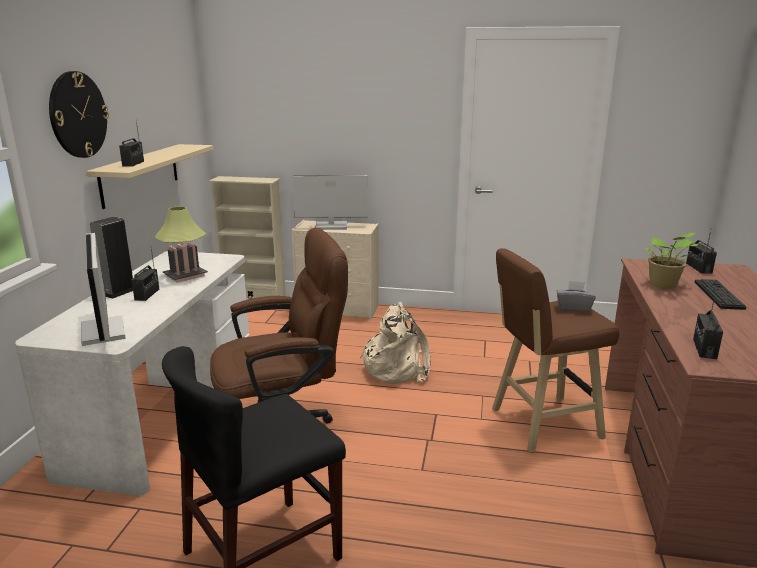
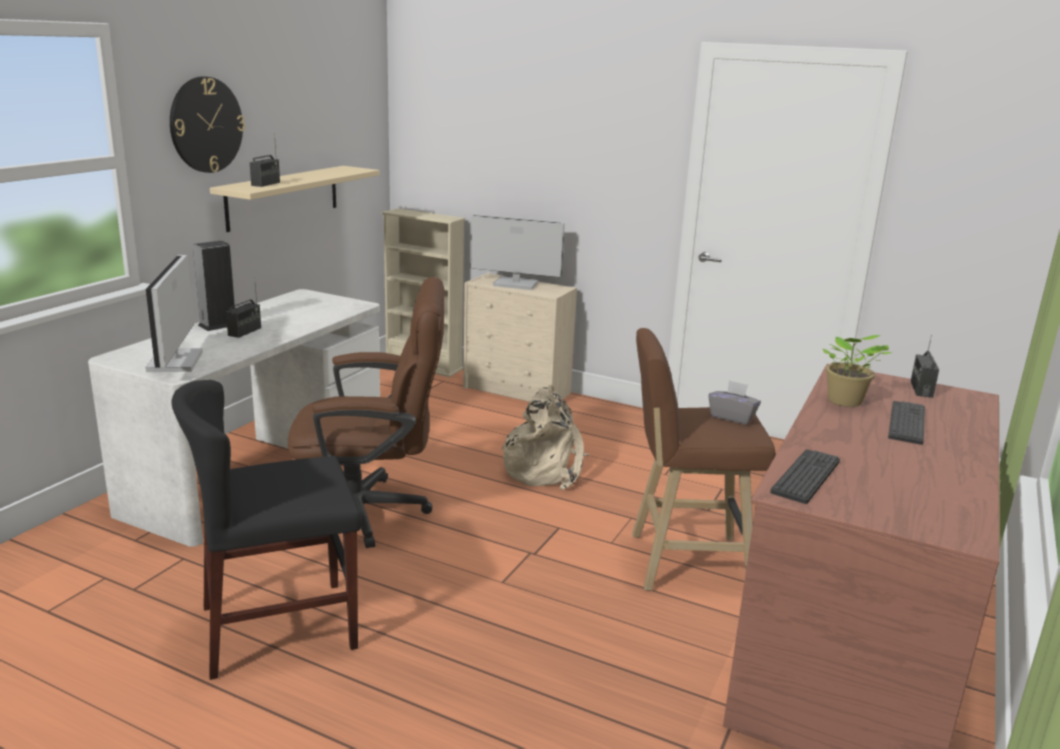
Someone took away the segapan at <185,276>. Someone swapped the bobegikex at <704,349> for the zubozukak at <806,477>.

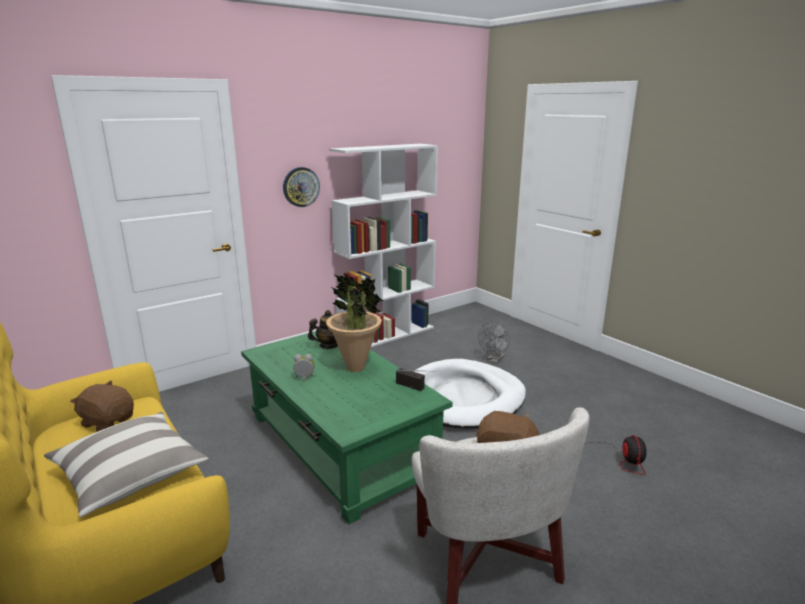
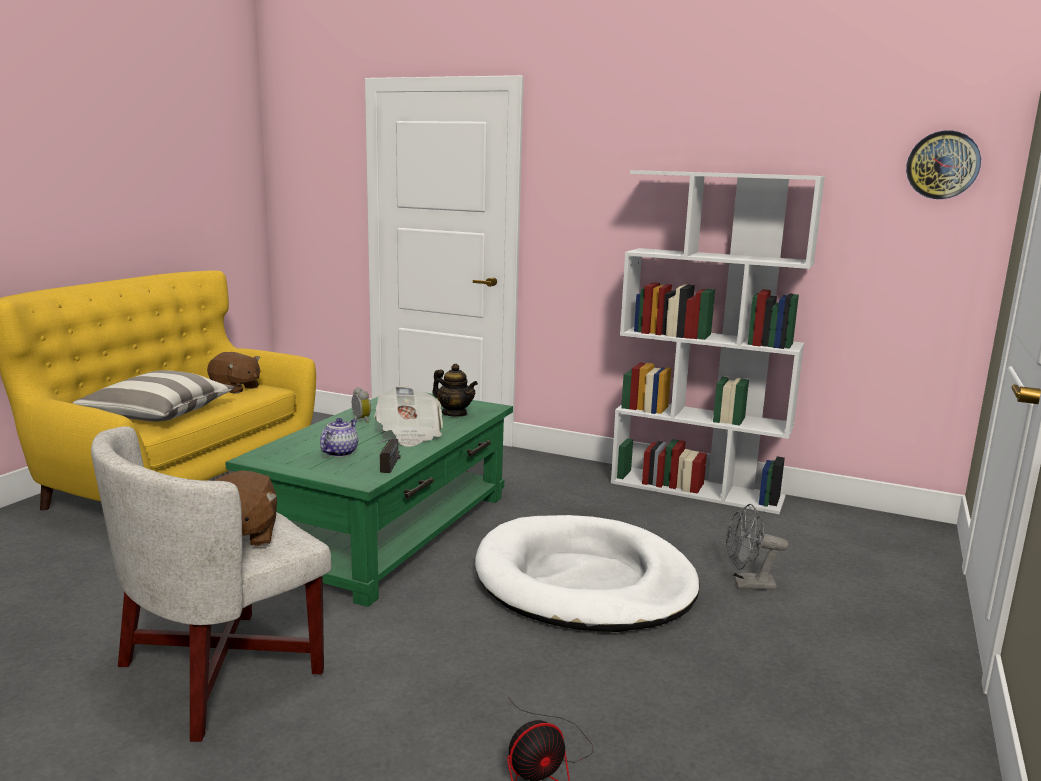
Someone carried the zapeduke from <301,187> to <942,165>. Someone swapped the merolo at <356,368> for the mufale at <409,434>. Someone rotated the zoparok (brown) at <108,421> by 120 degrees clockwise. Someone put down the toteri at <339,452>.

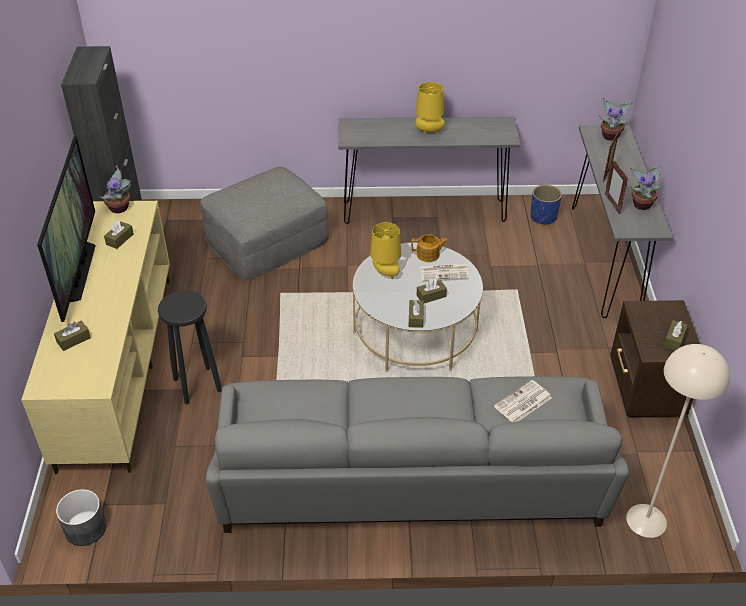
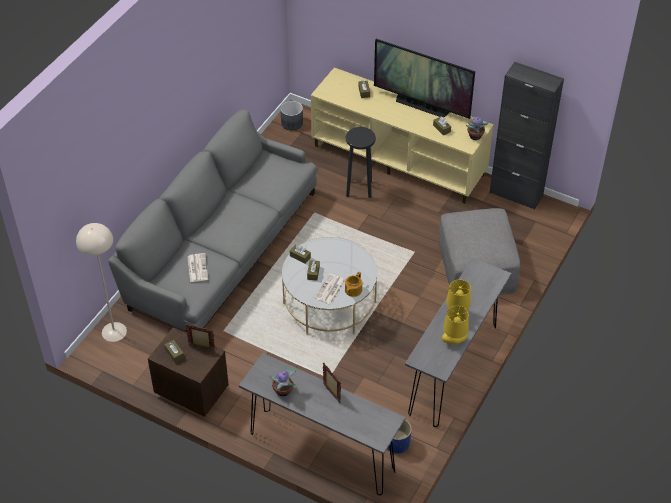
Someone took away the merolo at <610,135>. Someone carried the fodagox from <612,204> to <202,349>. Someone carried the segapan (yellow) from <385,274> to <454,342>.

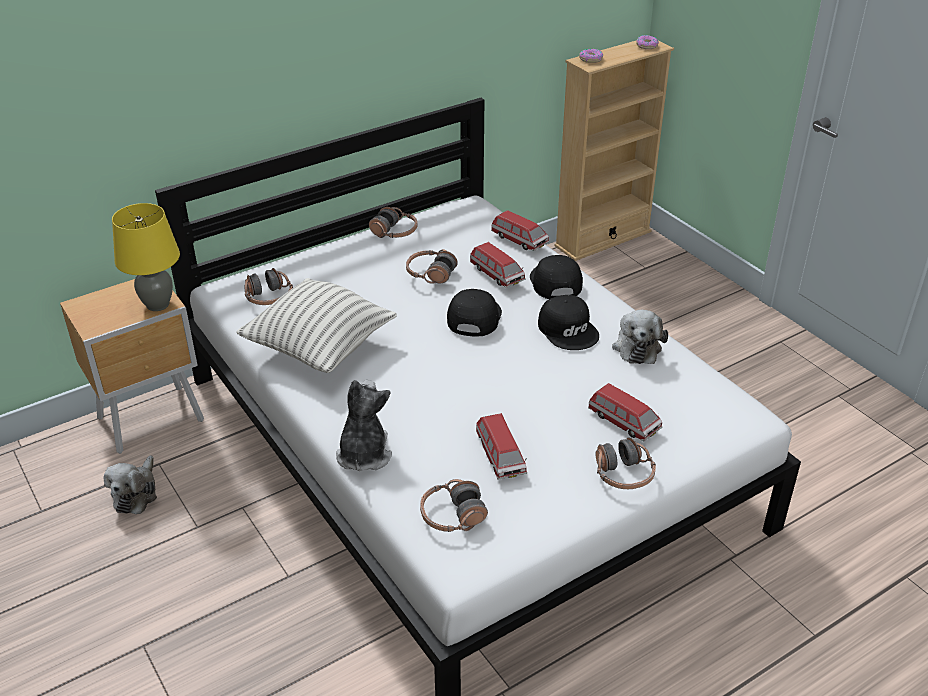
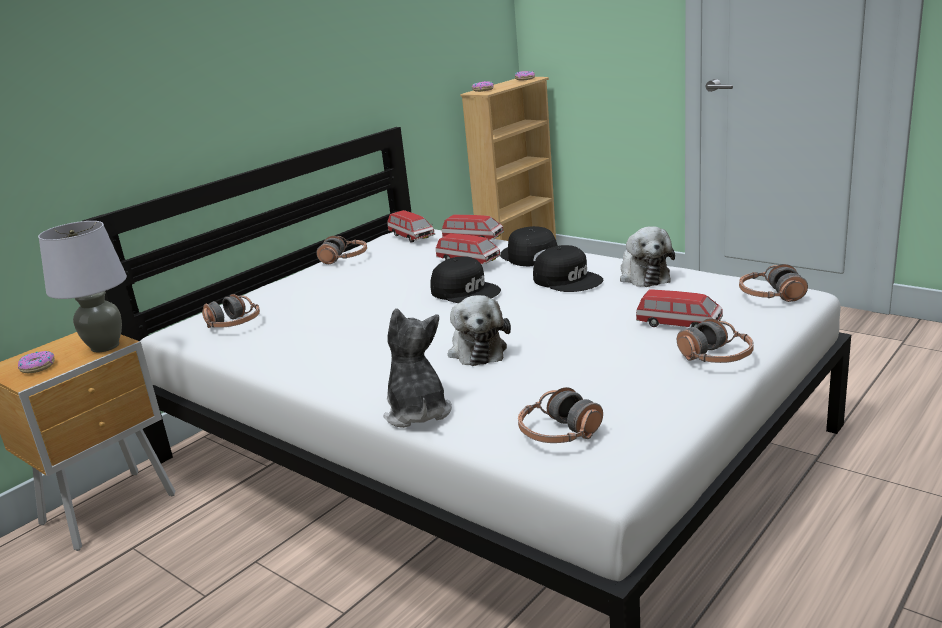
Someone repainted the segapan (yellow) at <157,304>, which became the segapan (grey) at <105,346>. Someone carried the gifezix from <430,274> to <771,296>. Someone took away the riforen at <320,349>. Someone rotated the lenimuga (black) at <473,317> by 135 degrees clockwise. Someone carried the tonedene from <500,456> to <411,237>. Someone carried the zoparok from <136,493> to <477,350>. Someone put down the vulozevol at <37,367>.

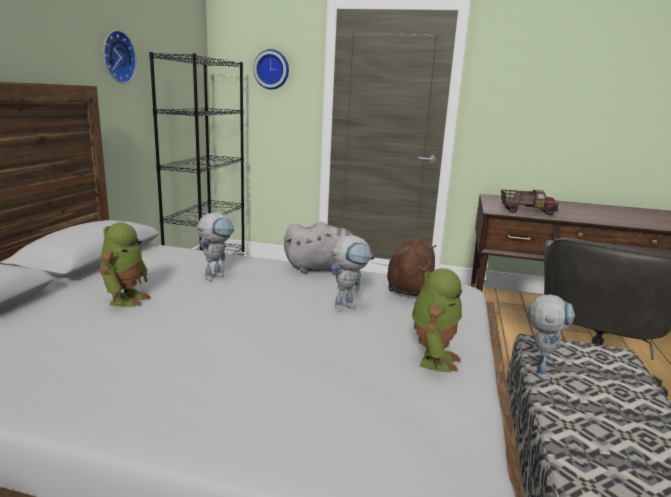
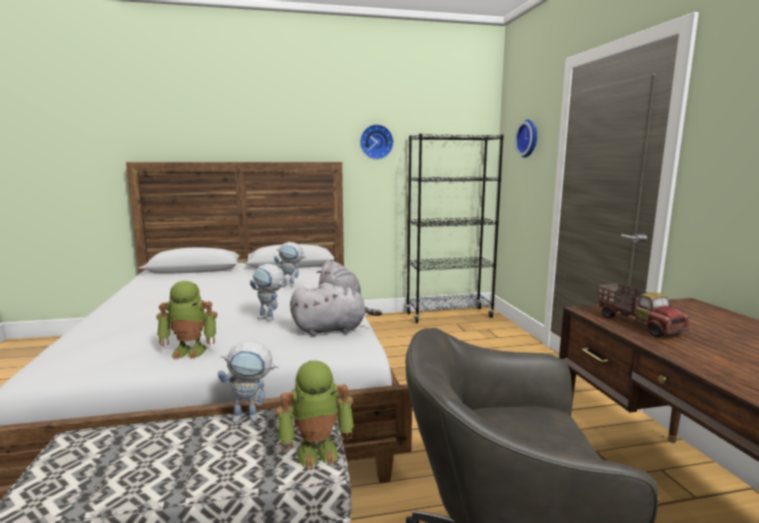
Someone carried the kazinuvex from <126,299> to <317,451>. Someone repainted the zoparok (brown) at <409,287>, which became the zoparok (grey) at <332,330>.

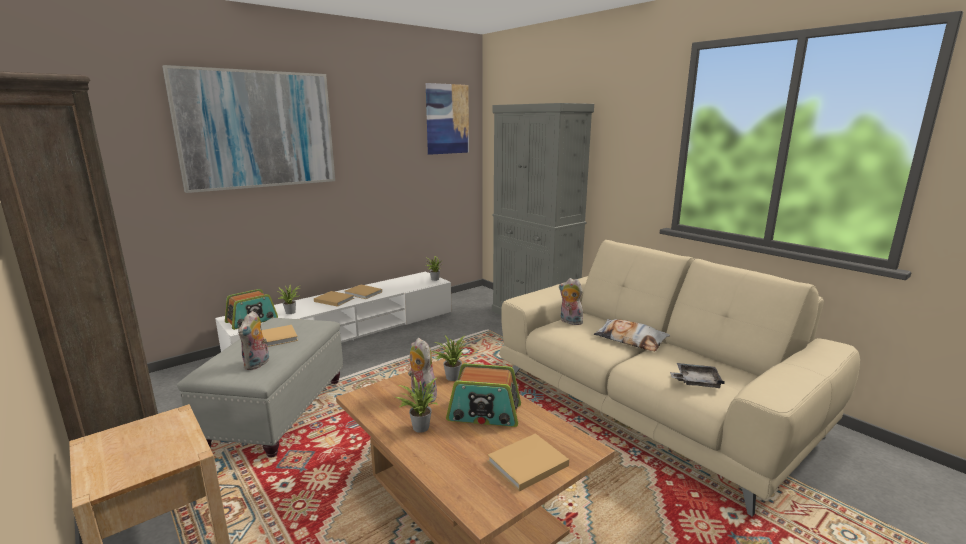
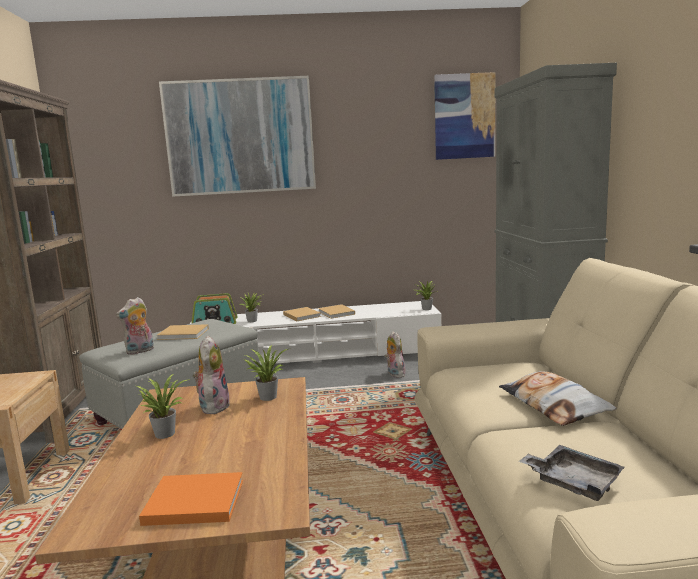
Someone carried the zoparok from <569,322> to <394,374>. Someone took away the bobegikex at <484,413>. Someone repainted the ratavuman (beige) at <526,464>, which became the ratavuman (orange) at <191,502>.

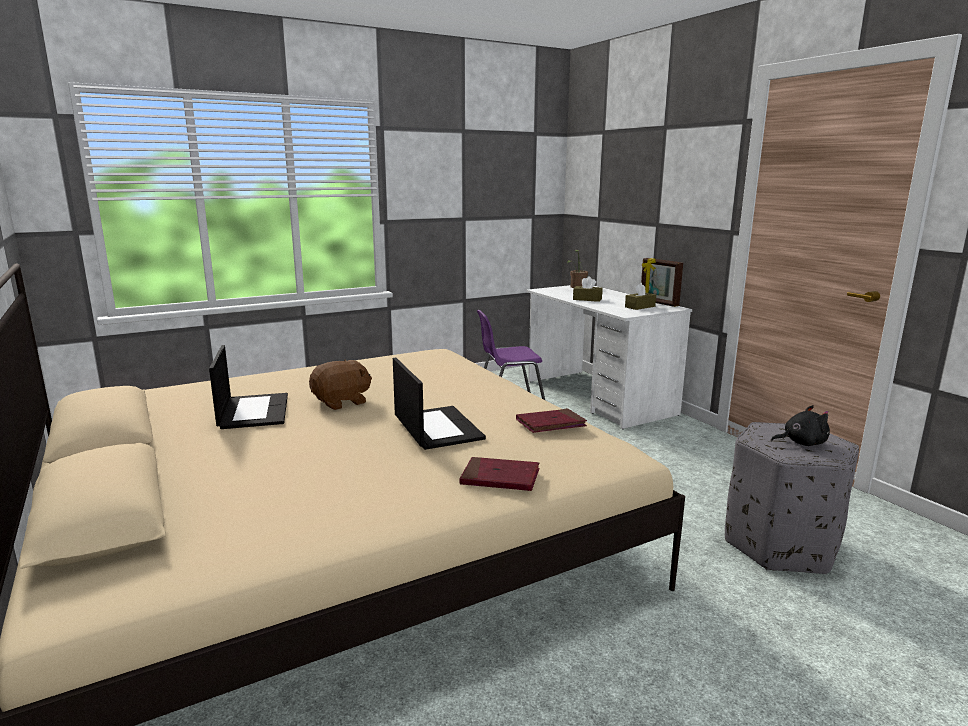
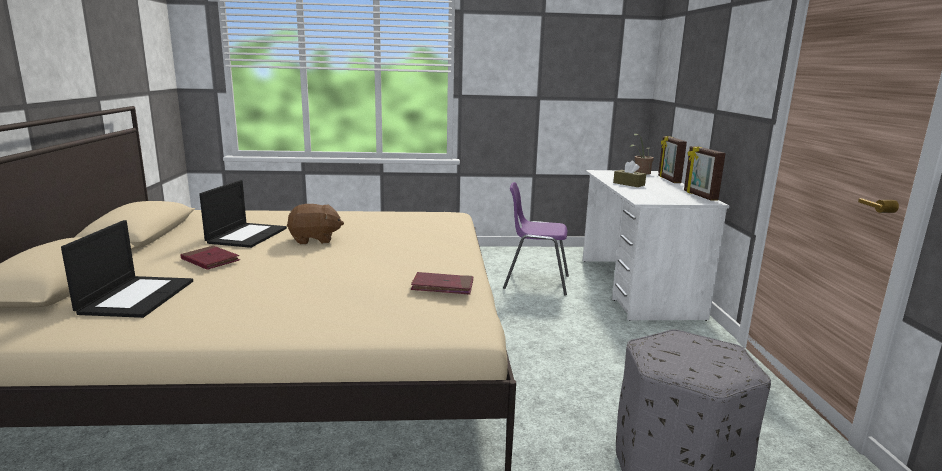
Someone took away the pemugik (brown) at <640,307>. Someone carried the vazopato from <436,427> to <137,296>. Someone took away the zoparok (black) at <801,443>. Someone carried the ratavuman (red) from <500,478> to <210,260>. Someone put down the fodagox at <668,179>.

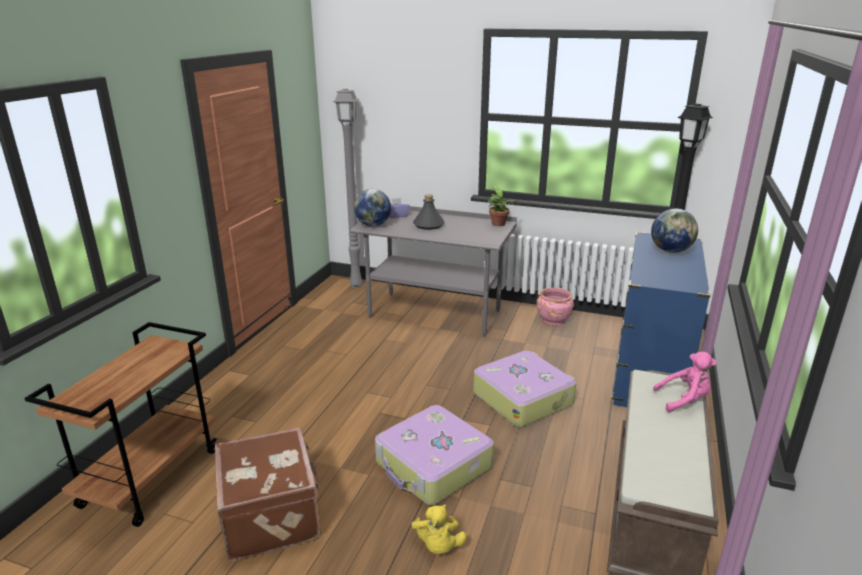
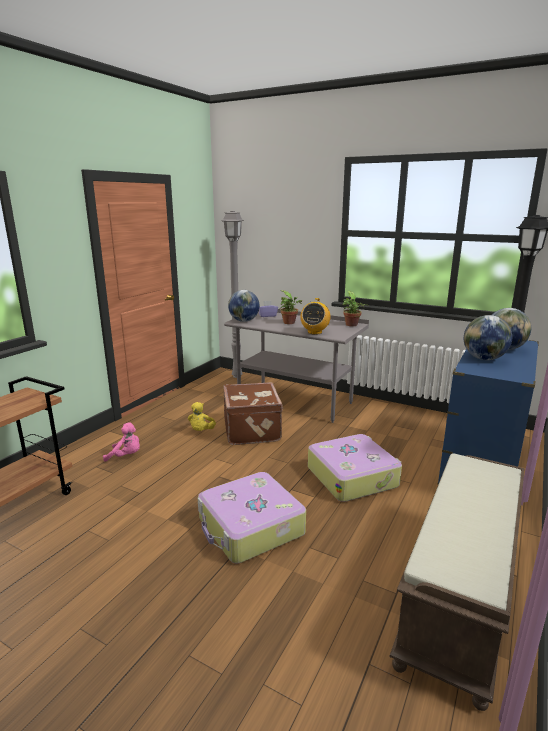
Someone swapped the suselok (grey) at <428,225> for the merolo at <290,323>. Someone took away the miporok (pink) at <553,320>. Someone carried the zoparok (pink) from <684,400> to <126,456>. Someone carried the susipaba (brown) from <272,515> to <253,430>. Someone carried the zoparok (yellow) from <438,546> to <201,431>. Someone put down the bobegikex at <314,332>. Someone put down the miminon at <484,359>.

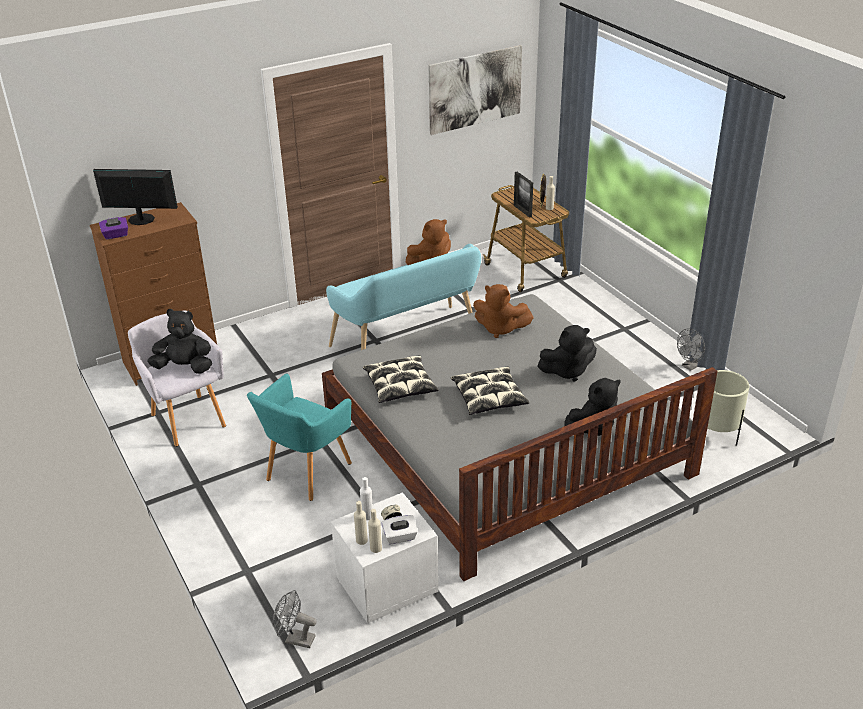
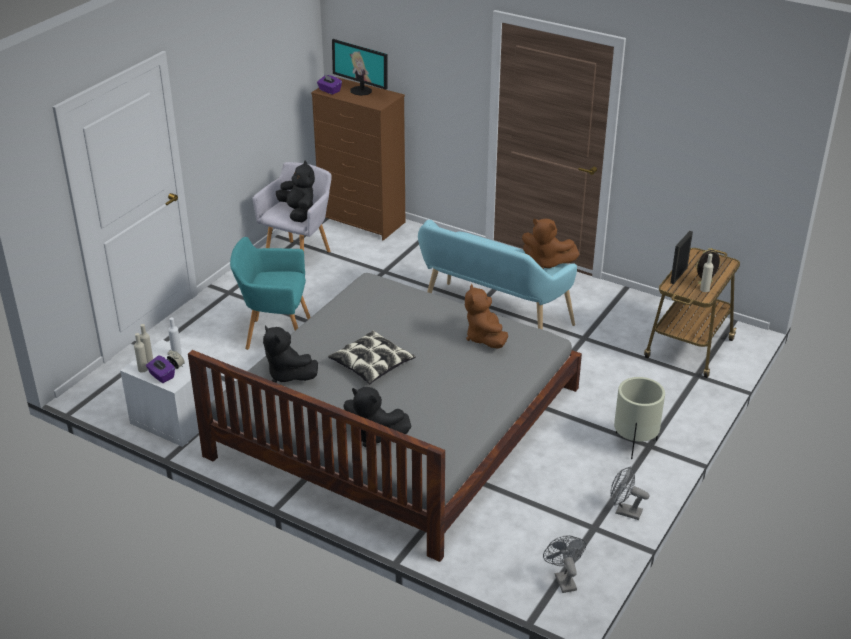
Someone took away the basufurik at <475,89>. Someone rotated the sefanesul at <141,219> by 150 degrees clockwise. Someone carried the zoparok (black) from <567,371> to <288,375>. Someone took away the riforen at <400,386>. Someone carried the miporok (beige) from <716,435> to <634,444>. Someone repainted the pemugik (white) at <400,537>, which became the pemugik (purple) at <161,376>. Someone carried the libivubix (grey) from <295,639> to <563,579>.

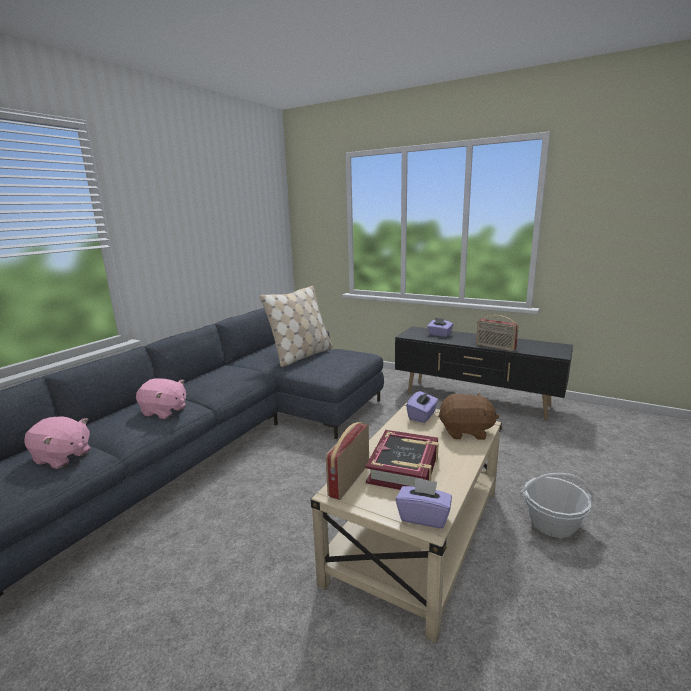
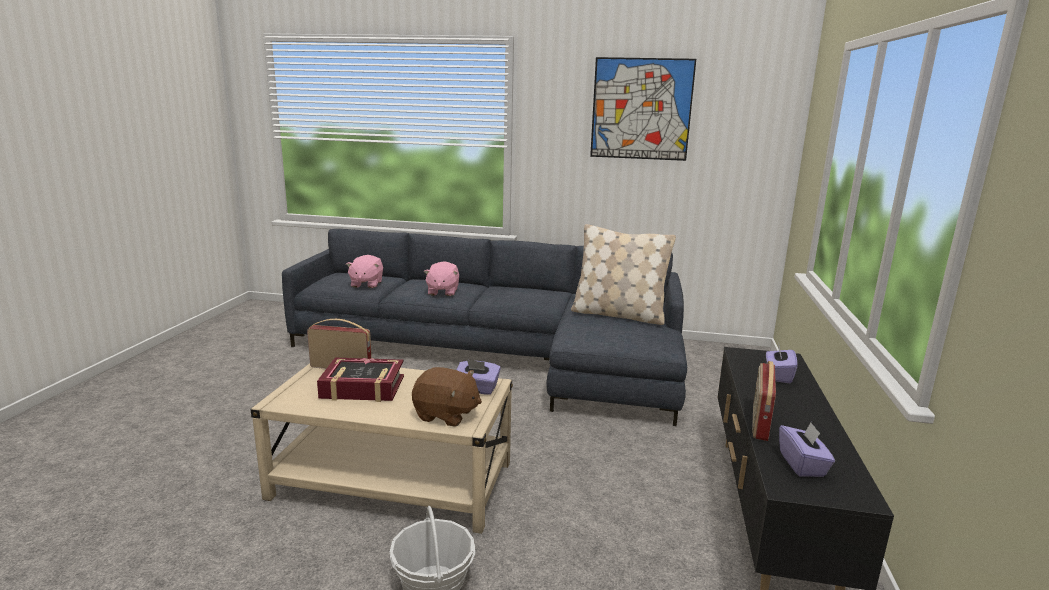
Someone rotated the zoparok (brown) at <466,432> by 60 degrees counterclockwise. Someone carried the pemugik (purple) from <423,516> to <802,464>. Someone put up the basufurik at <641,109>.

